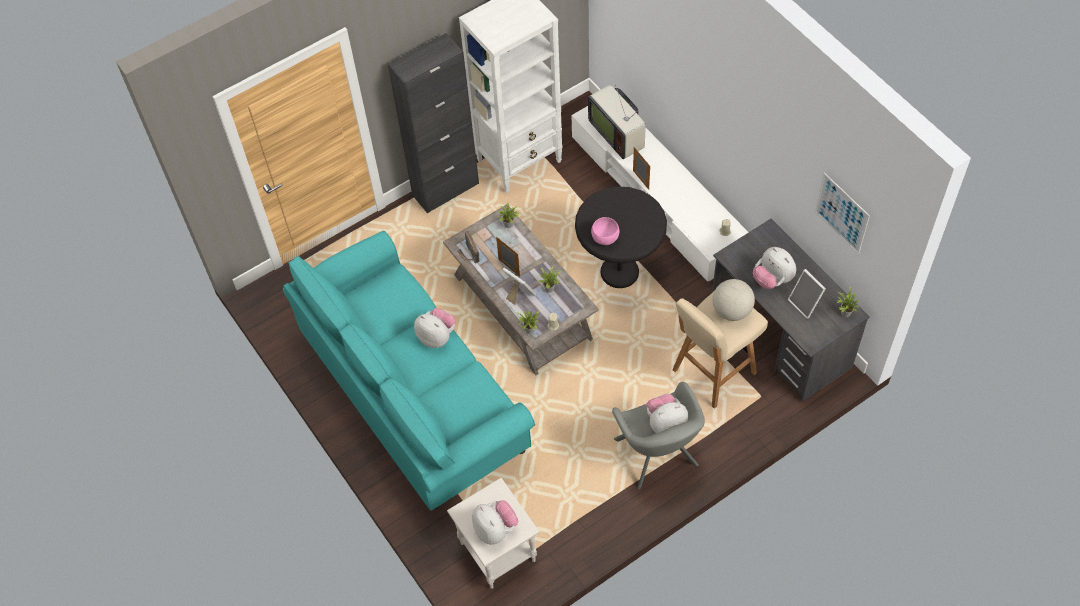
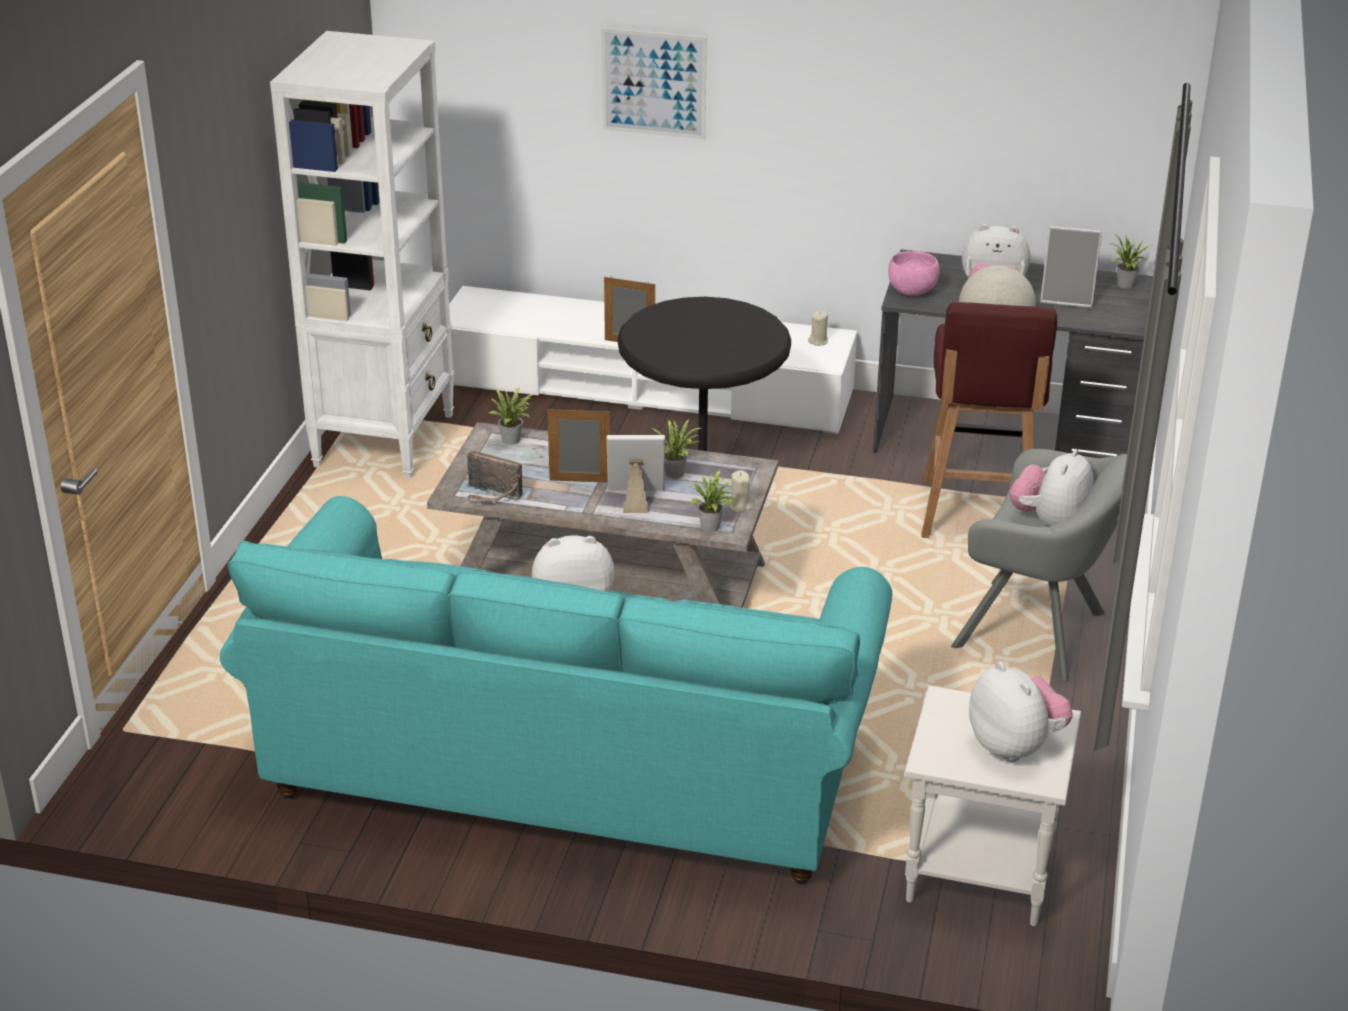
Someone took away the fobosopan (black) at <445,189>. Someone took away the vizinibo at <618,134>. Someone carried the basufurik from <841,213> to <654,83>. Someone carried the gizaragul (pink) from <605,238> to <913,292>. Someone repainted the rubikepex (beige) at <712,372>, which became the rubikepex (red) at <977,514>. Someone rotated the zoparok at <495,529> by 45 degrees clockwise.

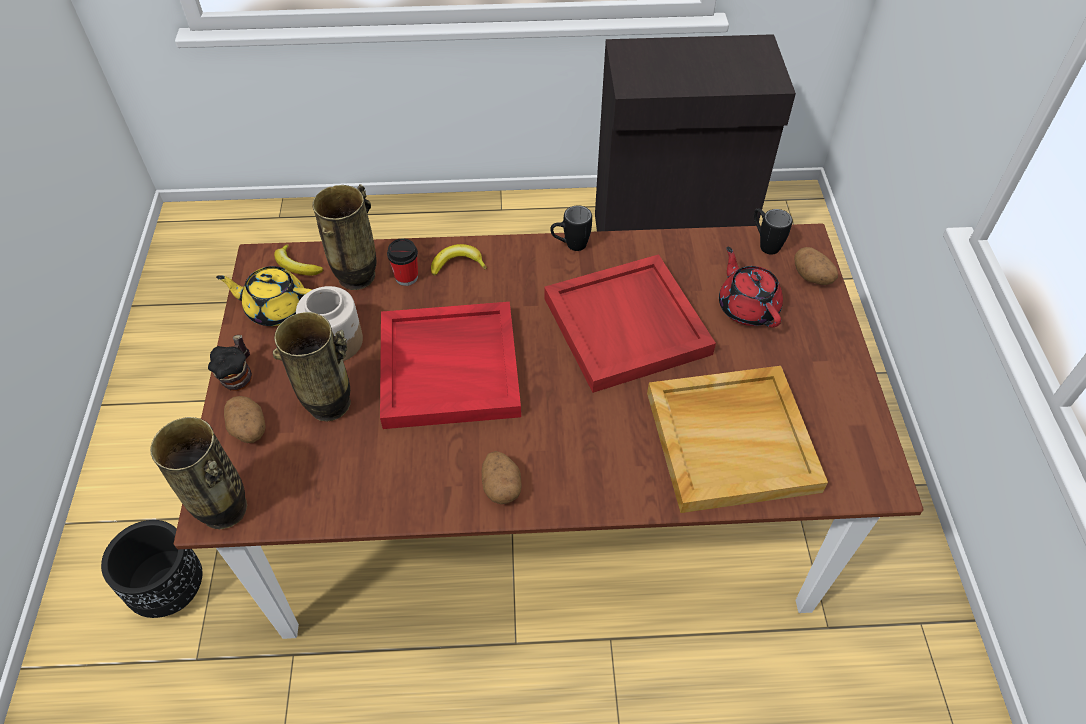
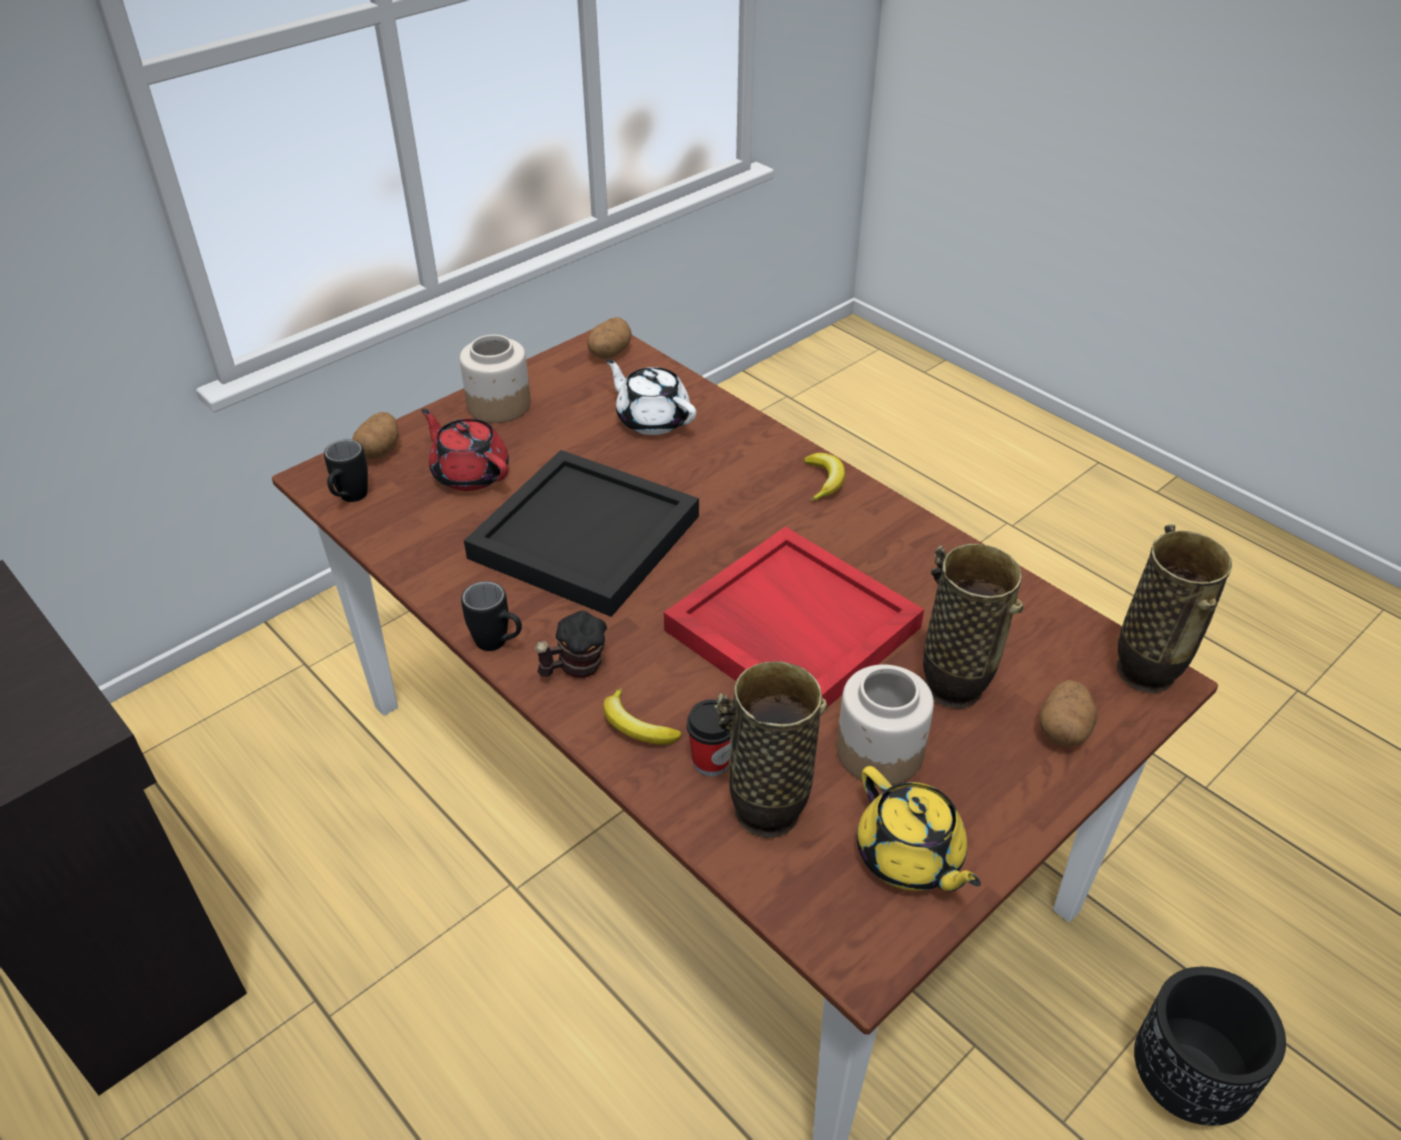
Someone carried the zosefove from <296,266> to <824,481>. Someone rotated the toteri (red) at <747,307> by 105 degrees clockwise. Someone repainted the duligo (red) at <628,326>, which became the duligo (black) at <584,535>. Someone carried the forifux from <239,376> to <574,668>. Someone swapped the duligo (beige) at <732,439> for the toteri (white) at <652,419>. Someone carried the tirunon from <501,486> to <609,353>. Someone put down the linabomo at <498,405>.

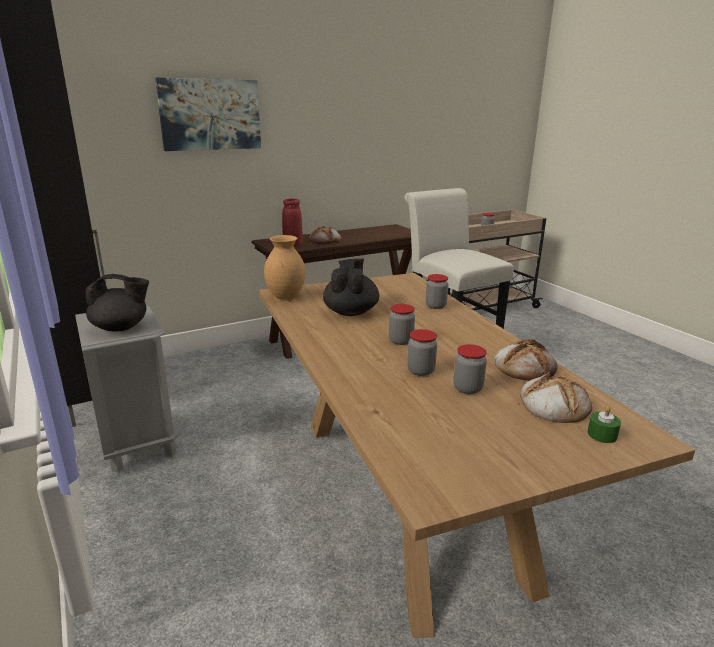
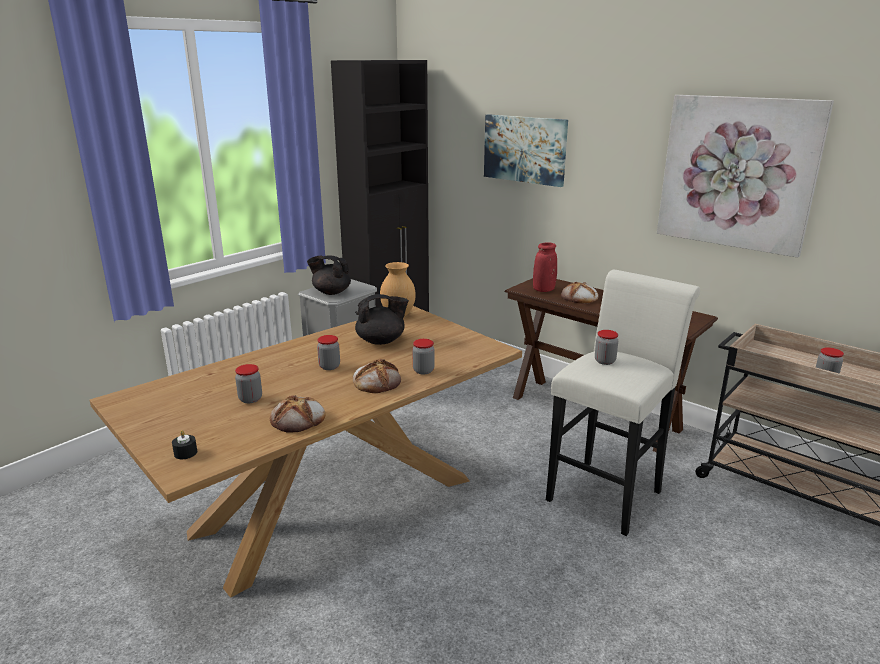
Someone rotated the toteri (black) at <121,328> by 135 degrees clockwise. Someone carried the linabomo from <421,371> to <605,361>. Someone carried the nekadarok from <553,404> to <377,381>. Someone repainted the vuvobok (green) at <602,435>, which became the vuvobok (black) at <185,453>. Someone put up the basufurik at <737,173>.

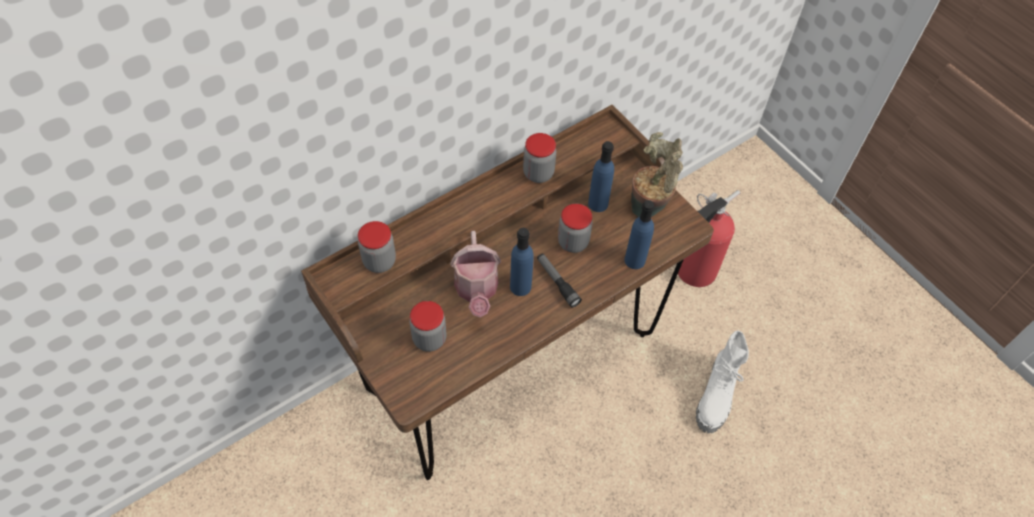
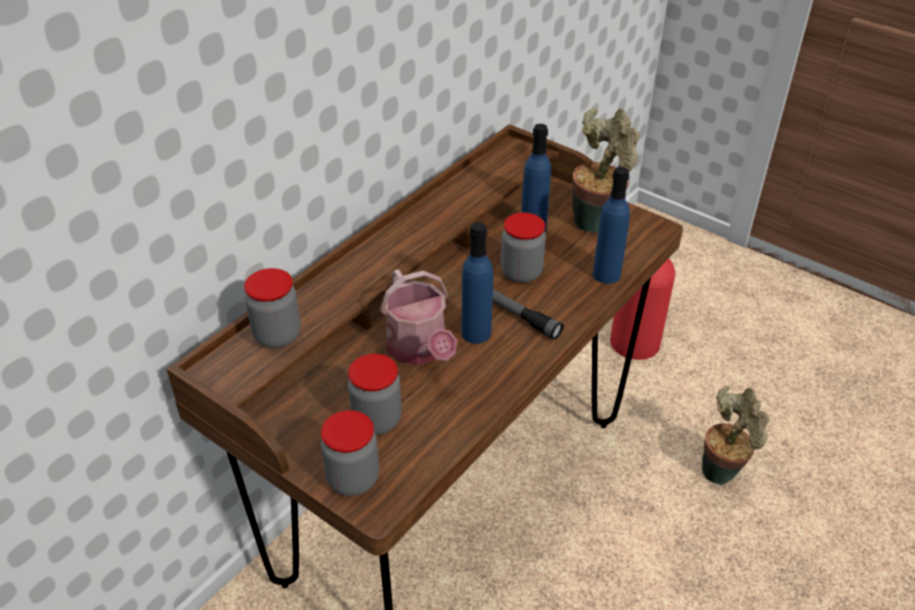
Someone carried the linabomo from <538,173> to <353,479>. Someone swapped the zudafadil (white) at <717,396> for the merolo at <722,470>.

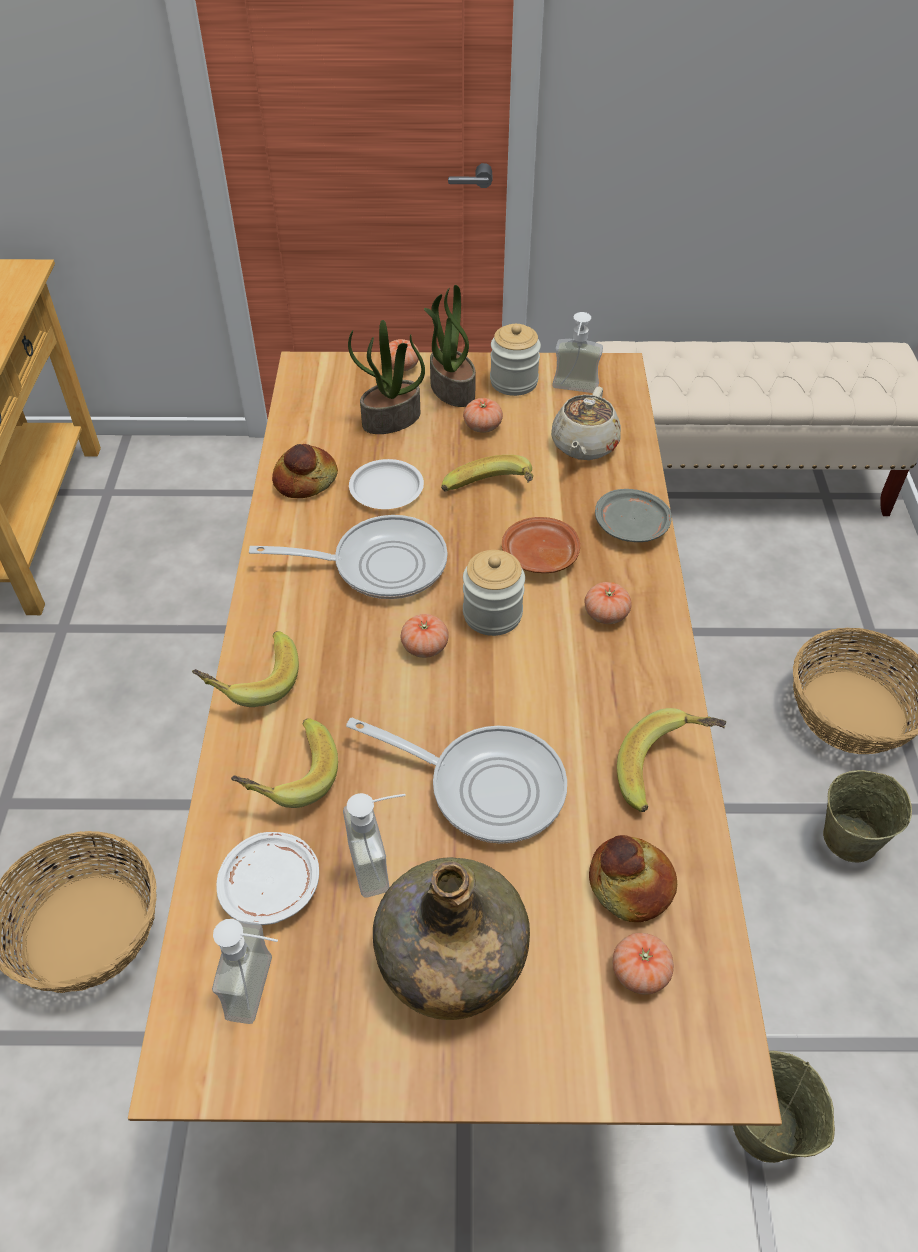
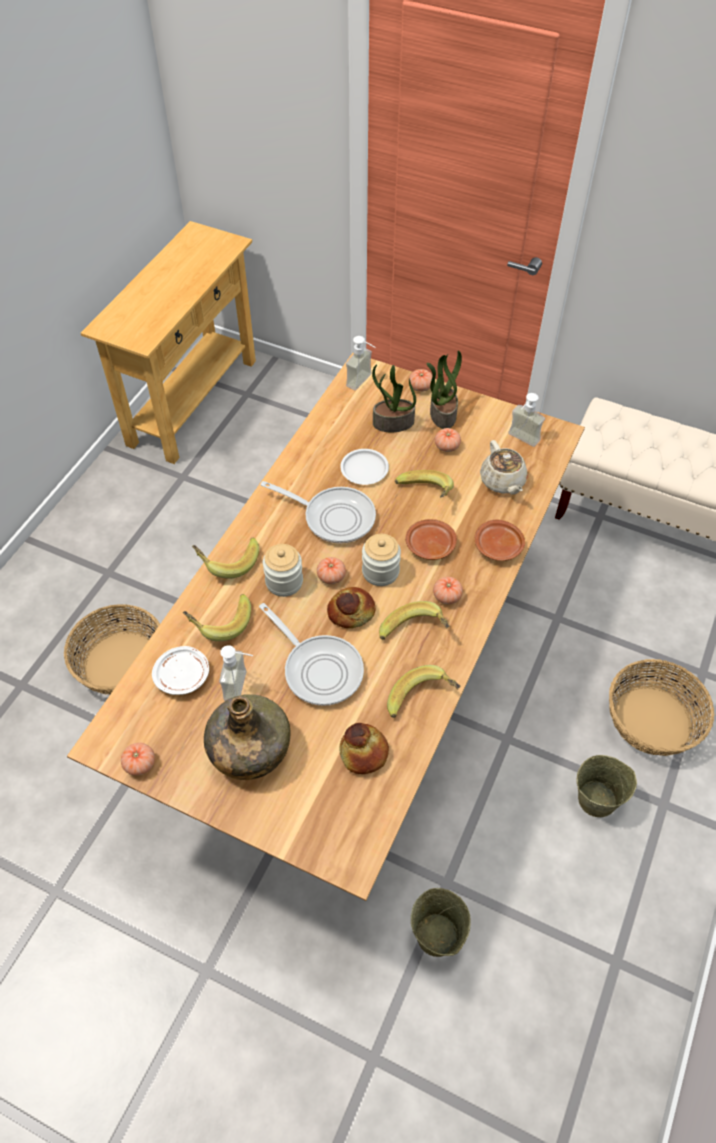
Someone carried the linabomo from <513,382> to <284,582>. Someone rotated the toteri (beige) at <583,446> by 60 degrees counterclockwise. Someone carried the nekadarok from <306,481> to <351,612>. Someone repainted the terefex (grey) at <632,526>, which became the terefex (brown) at <498,547>. Someone carried the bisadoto from <264,989> to <364,382>. Someone carried the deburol from <640,972> to <140,764>. Someone put down the zosefove at <415,634>.

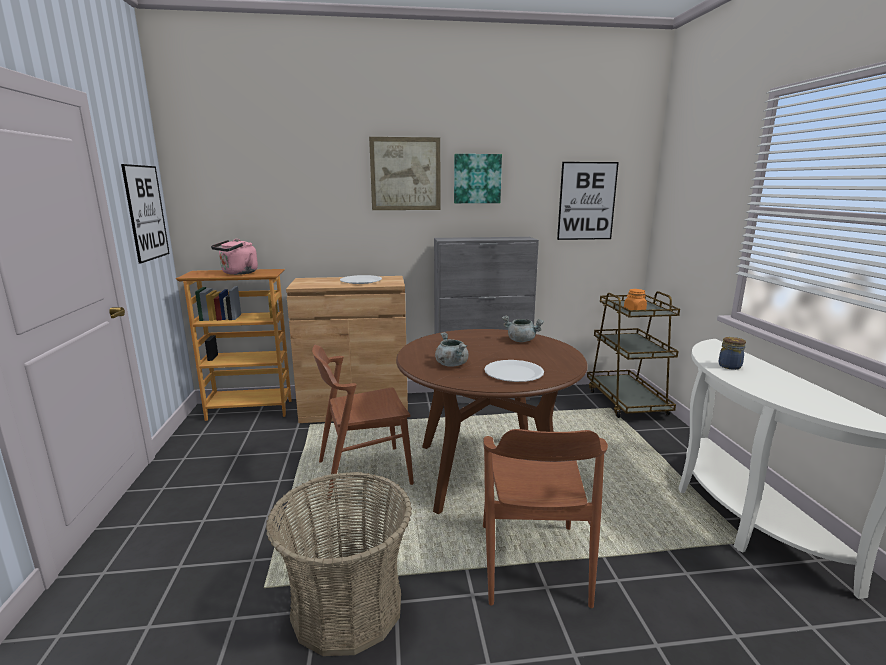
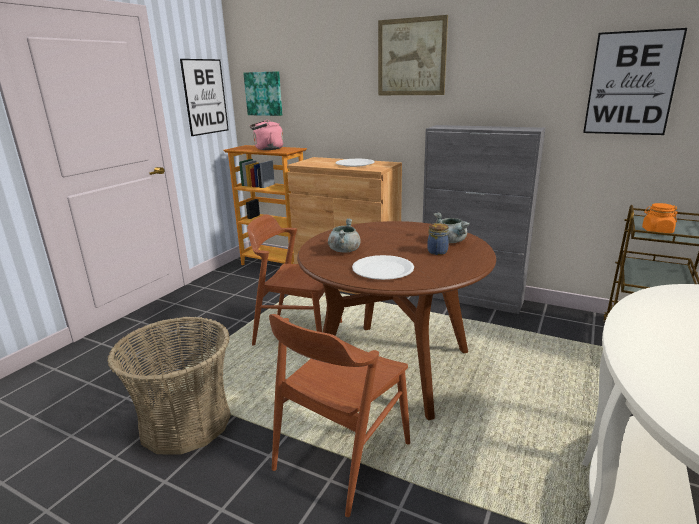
Someone carried the basufurik from <477,178> to <264,93>. Someone carried the linabomo from <729,366> to <438,251>.

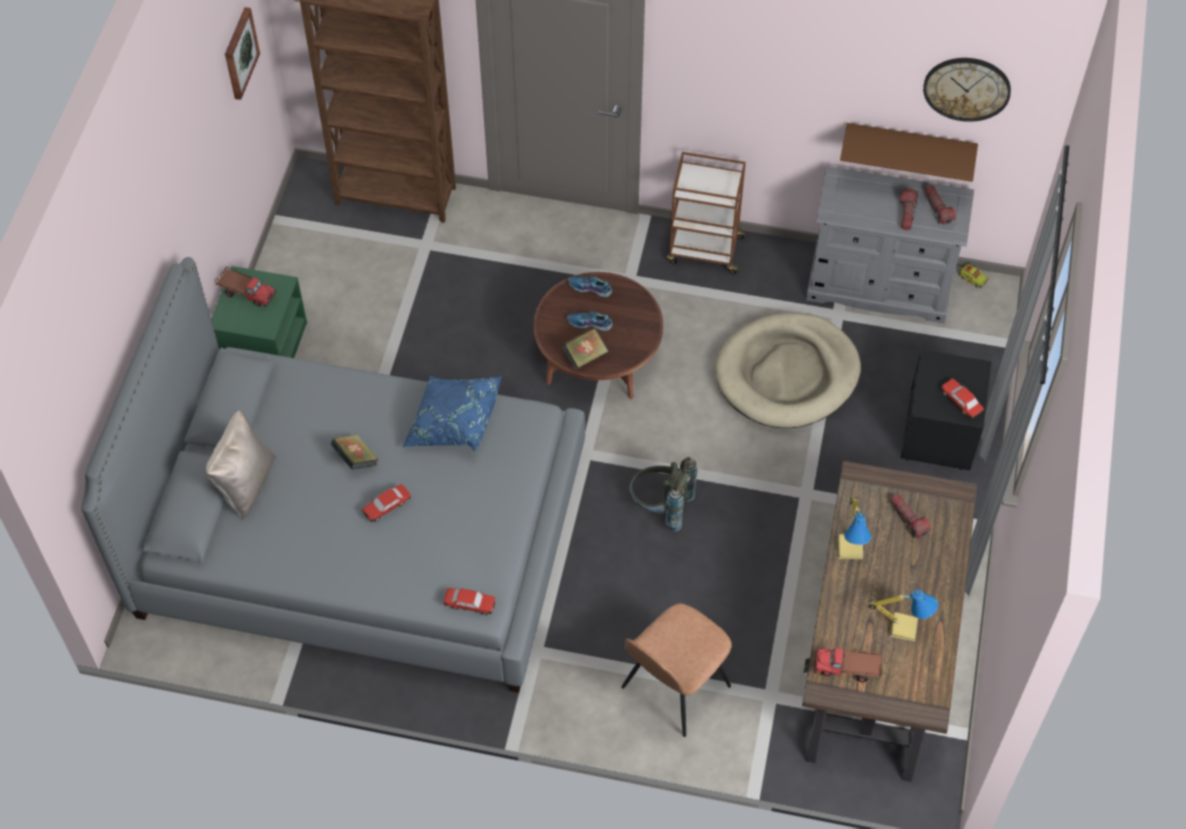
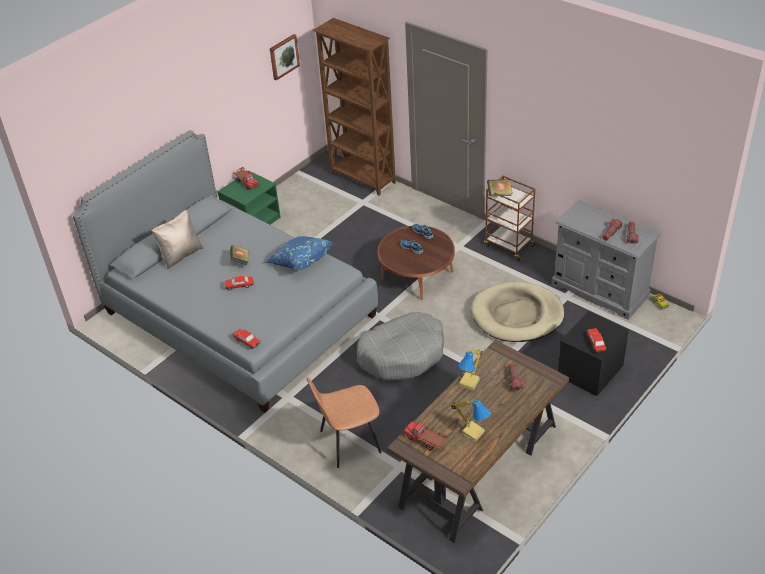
Someone took away the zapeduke at <967,88>. Someone took away the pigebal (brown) at <909,145>. Someone carried the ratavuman from <584,356> to <499,194>. Someone swapped the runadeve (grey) at <661,508> for the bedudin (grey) at <402,354>.

